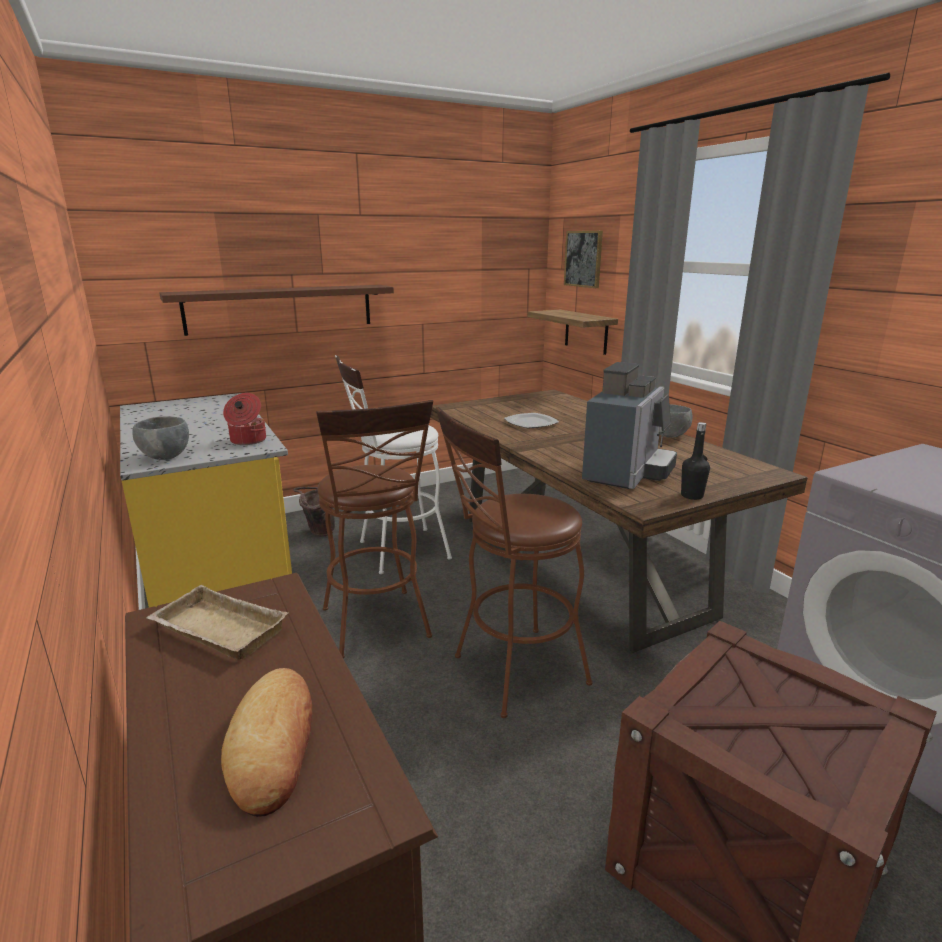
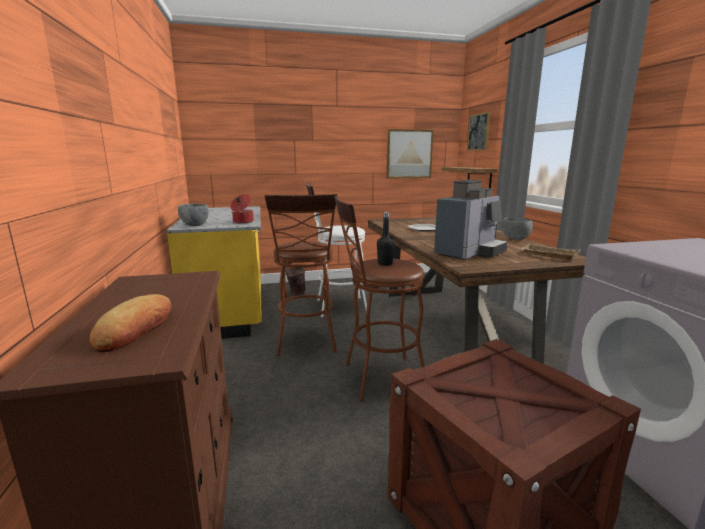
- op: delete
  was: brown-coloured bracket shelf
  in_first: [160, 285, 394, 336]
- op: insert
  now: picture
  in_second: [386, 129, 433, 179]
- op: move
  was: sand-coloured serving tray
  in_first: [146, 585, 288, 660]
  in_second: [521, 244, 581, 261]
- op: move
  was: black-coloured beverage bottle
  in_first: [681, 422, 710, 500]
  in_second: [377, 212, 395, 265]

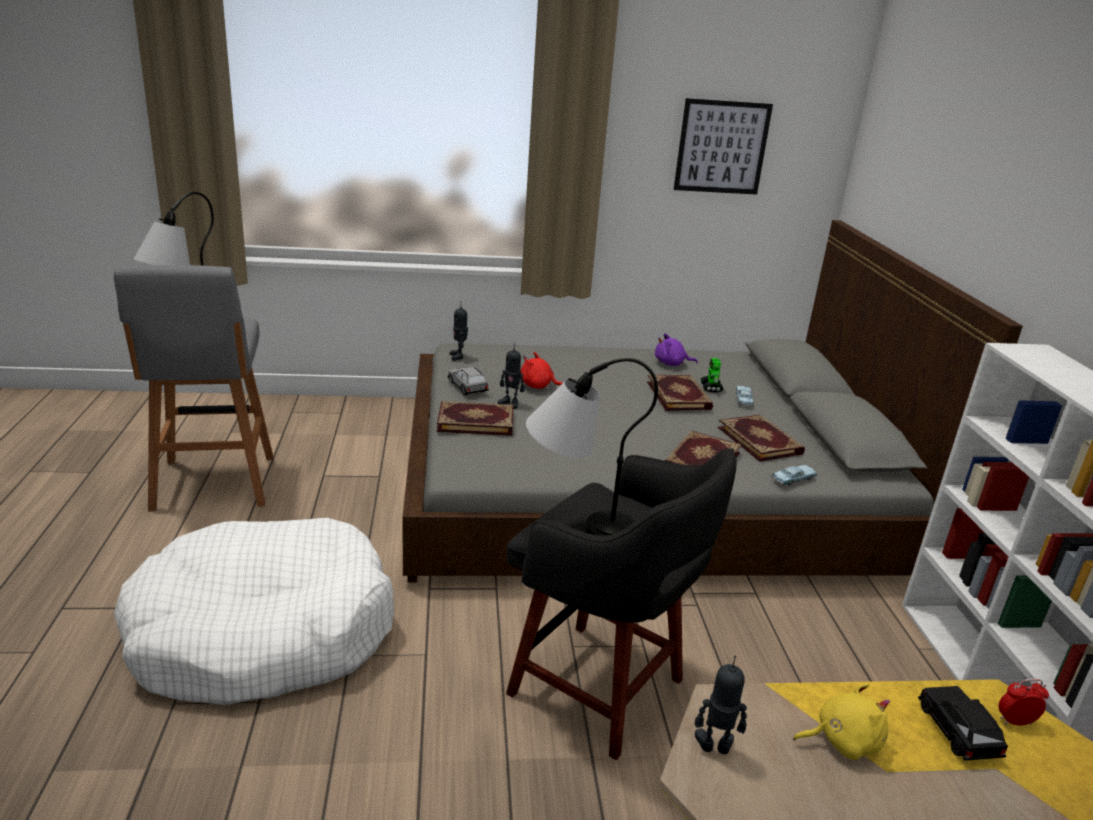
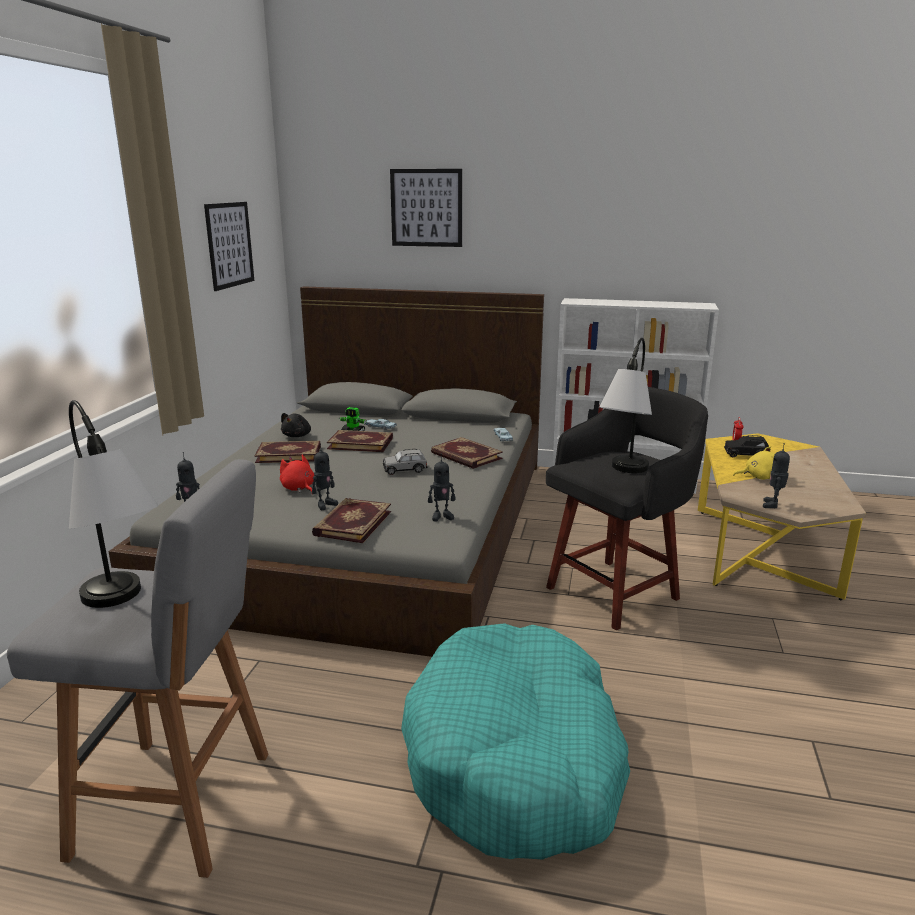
- op: insert
  now: picture
  in_second: [390, 169, 462, 247]
- op: insert
  now: toy robot
  in_second: [428, 454, 456, 522]
- op: move
  was: grey toy car
  in_first: [448, 367, 489, 395]
  in_second: [383, 449, 427, 475]
- op: move
  was: bound book
  in_first: [718, 415, 805, 462]
  in_second: [254, 441, 321, 463]
- op: recolor
  was: white-coloured dog bed
  now: turquoise-coloured dog bed
  in_first: [114, 518, 394, 706]
  in_second: [401, 623, 630, 860]
- op: recolor
  was: purple plush toy
  now: black-coloured plush toy
  in_first: [655, 333, 698, 366]
  in_second: [281, 413, 311, 437]
- op: rotate
  was: red-coloured plush toy
  in_first: [520, 352, 562, 390]
  in_second: [280, 455, 314, 495]
  clockwise: 105
- op: rotate
  was: yellow plush toy
  in_first: [793, 683, 890, 760]
  in_second: [733, 446, 775, 480]
  clockwise: 75

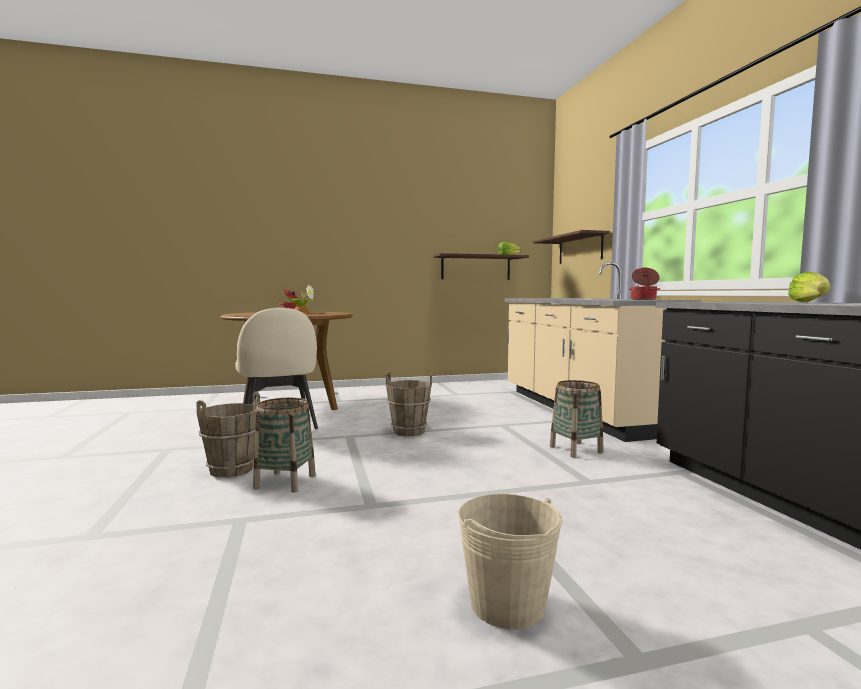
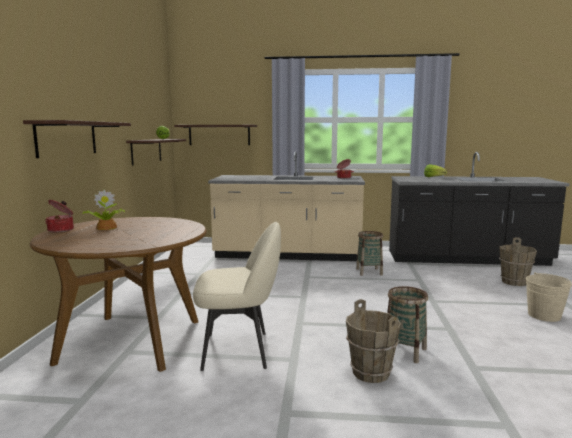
- op: insert
  now: bracket shelf
  in_second: [23, 120, 131, 158]
- op: move
  was: brown-coloured bucket
  in_first: [386, 372, 432, 436]
  in_second: [499, 237, 537, 286]

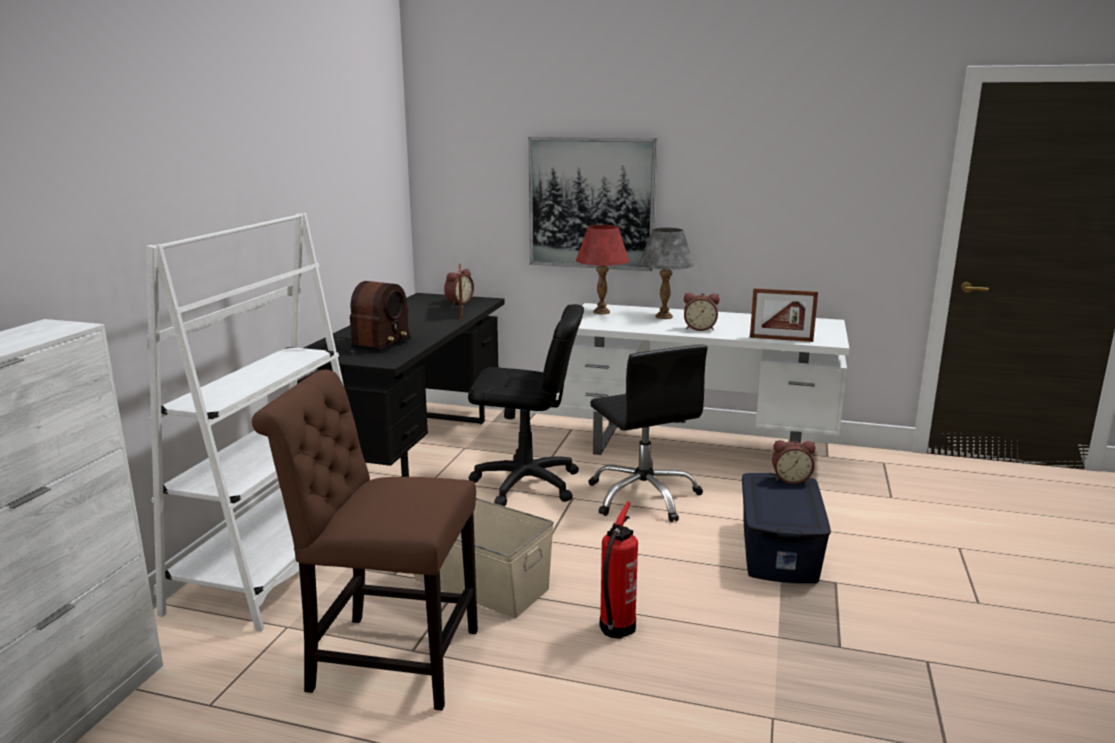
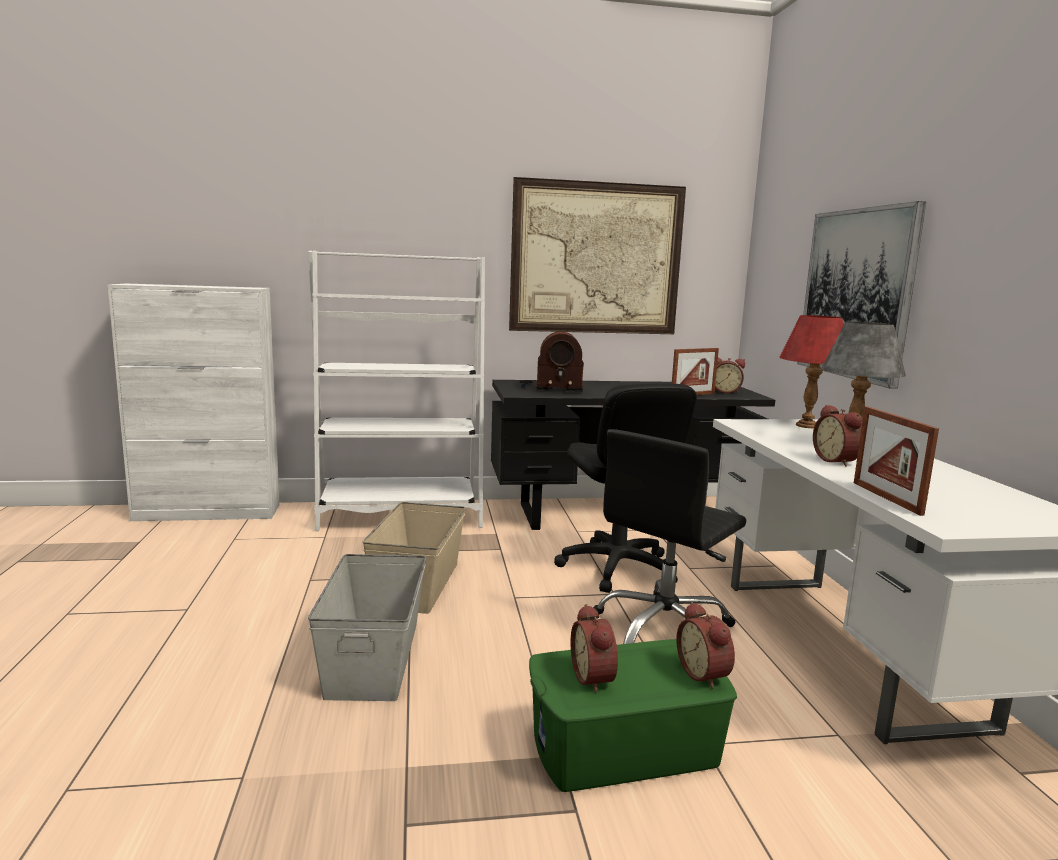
- op: delete
  was: brown-coloured upright chair
  in_first: [252, 370, 478, 711]
- op: insert
  now: picture
  in_second: [509, 177, 686, 334]
- op: insert
  now: table clock
  in_second: [570, 604, 618, 693]
- op: replace
  was: extinguisher
  now: grey storage bin
  in_first: [600, 501, 638, 639]
  in_second: [308, 554, 426, 701]
- op: recolor
  was: bluish storage bin
  now: green storage bin
  in_first: [742, 473, 831, 583]
  in_second: [529, 639, 737, 792]

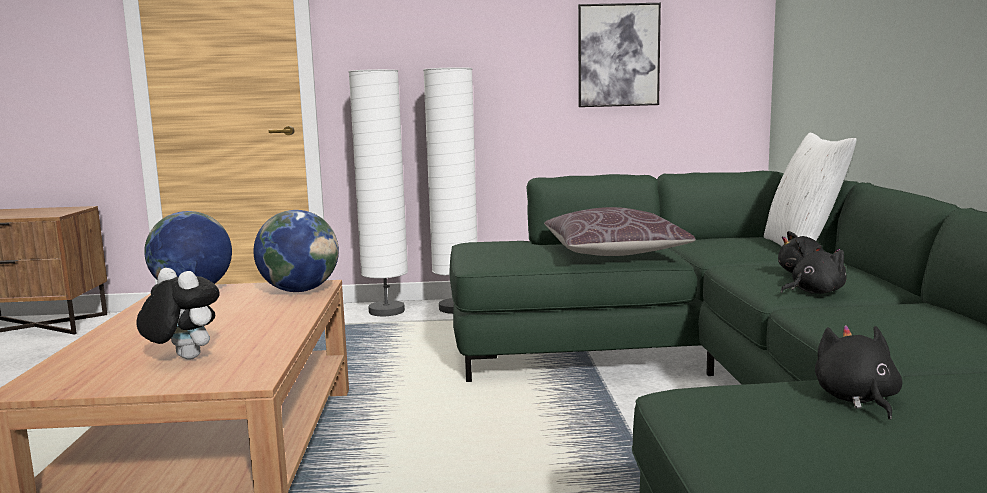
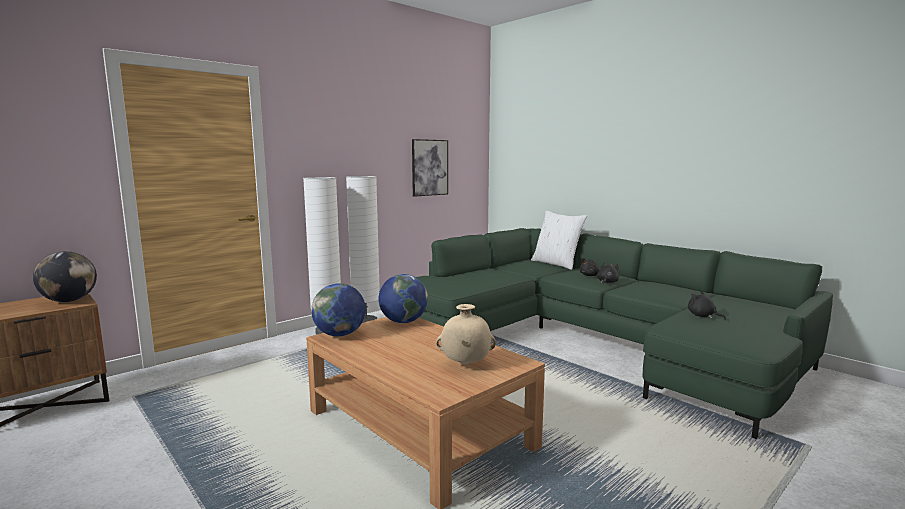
- op: delete
  was: brown-coloured cushion
  in_first: [544, 207, 696, 256]
- op: insert
  now: globe
  in_second: [33, 251, 97, 302]
- op: replace
  was: plush toy
  now: sand-coloured flower vase
  in_first: [136, 268, 220, 360]
  in_second: [436, 304, 496, 365]

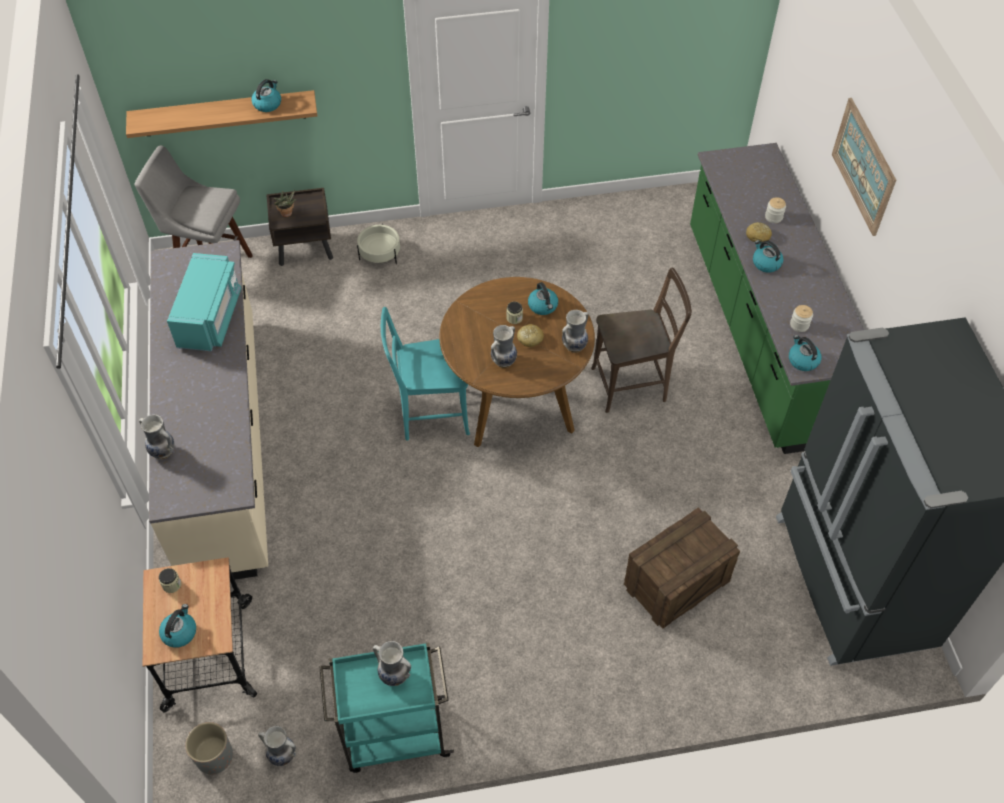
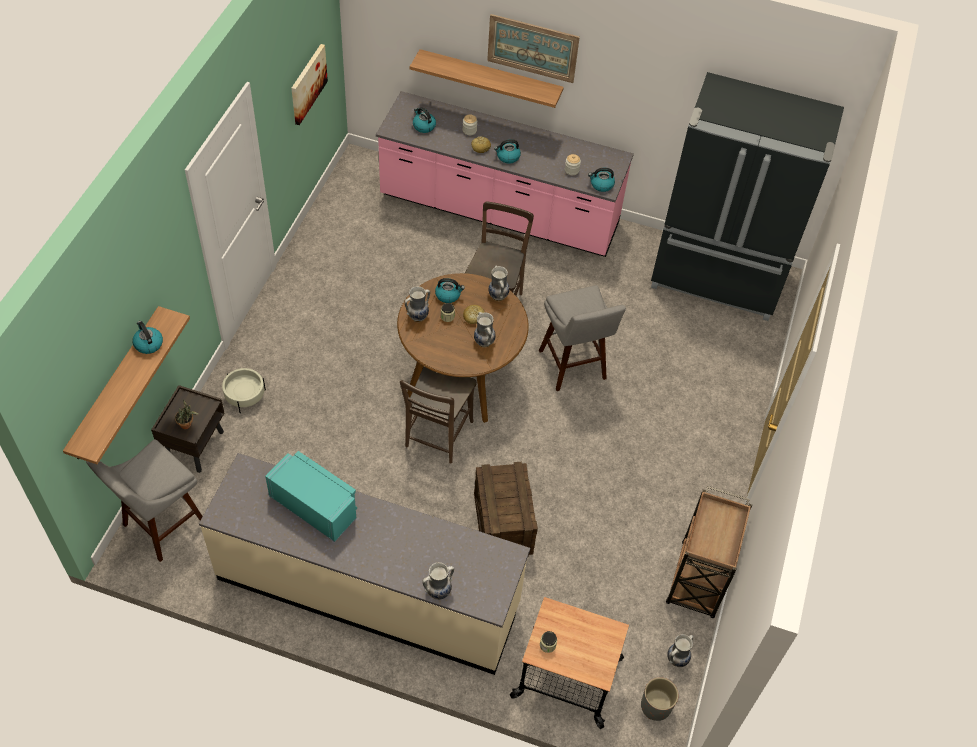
- op: insert
  now: picture
  in_second: [291, 44, 328, 125]
- op: insert
  now: bracket shelf
  in_second: [410, 49, 564, 108]
- op: insert
  now: grey sitting stool
  in_second: [539, 285, 626, 391]
- op: move
  was: water kettle
  in_first: [159, 604, 196, 648]
  in_second: [413, 107, 436, 133]
- op: move
  was: flower vase
  in_first: [373, 641, 411, 686]
  in_second: [404, 286, 430, 322]
- op: move
  was: packing crate
  in_first: [624, 507, 740, 629]
  in_second: [474, 462, 538, 556]
- op: recolor
  was: turquoise-coloured trolley
  now: brown-coloured trolley
  in_first: [319, 642, 454, 773]
  in_second: [666, 486, 752, 618]
- op: recolor
  was: turquoise-coloured upright chair
  now: brown-coloured upright chair
  in_first: [381, 307, 470, 441]
  in_second: [400, 367, 477, 464]
- op: recolor
  was: green counter
  now: pink-coloured counter
  in_first: [690, 143, 864, 454]
  in_second: [376, 91, 634, 257]

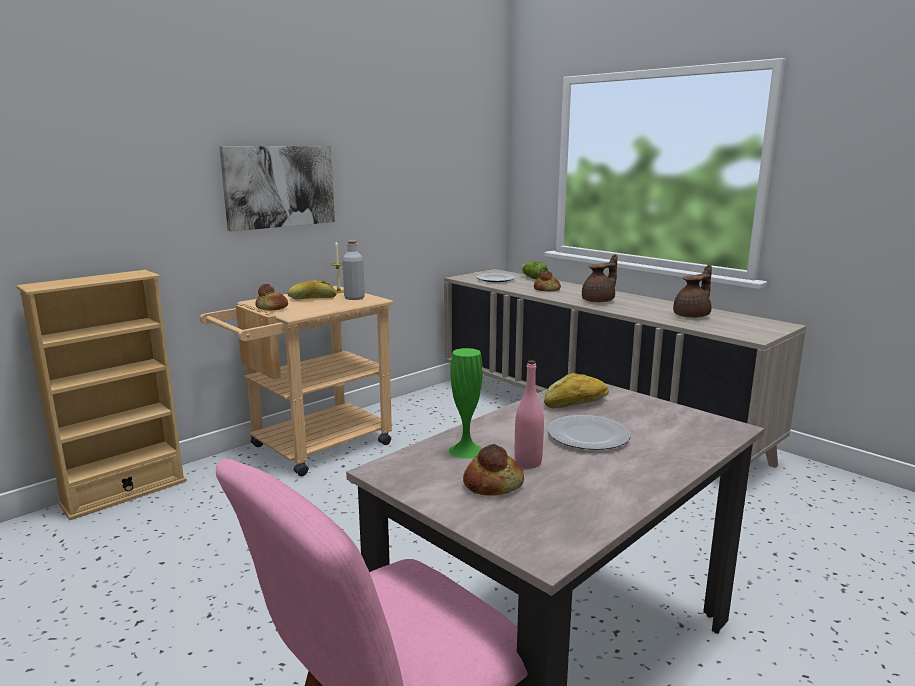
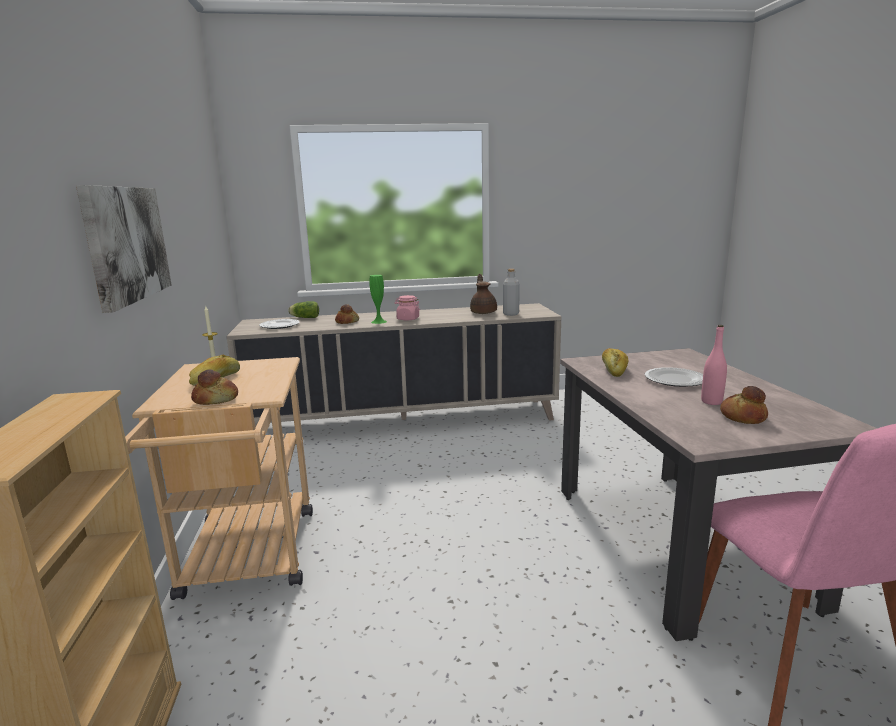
- op: move
  was: grey beverage bottle
  in_first: [342, 240, 365, 300]
  in_second: [503, 269, 520, 316]
- op: move
  was: green flower vase
  in_first: [449, 348, 483, 459]
  in_second: [369, 275, 387, 324]
- op: replace
  was: brown-coloured teapot
  now: pink-coloured preserve jar
  in_first: [582, 254, 617, 302]
  in_second: [395, 295, 420, 321]

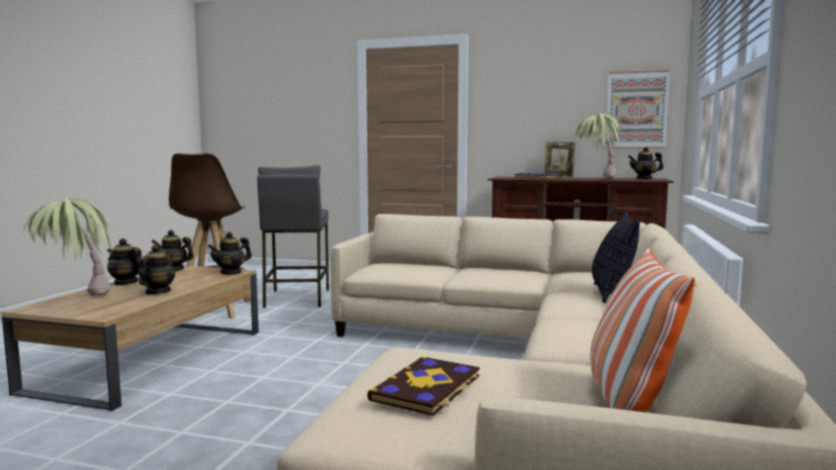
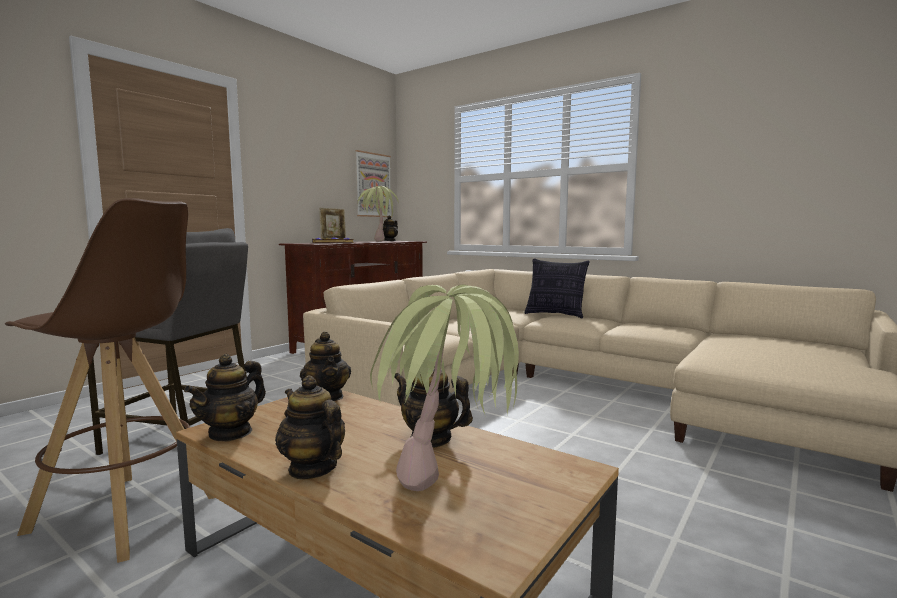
- op: delete
  was: bound book
  in_first: [367, 356, 480, 416]
- op: delete
  was: cushion
  in_first: [590, 247, 695, 412]
- op: rotate
  was: teapot
  in_first: [107, 238, 142, 285]
  in_second: [275, 375, 345, 480]
  clockwise: 90

